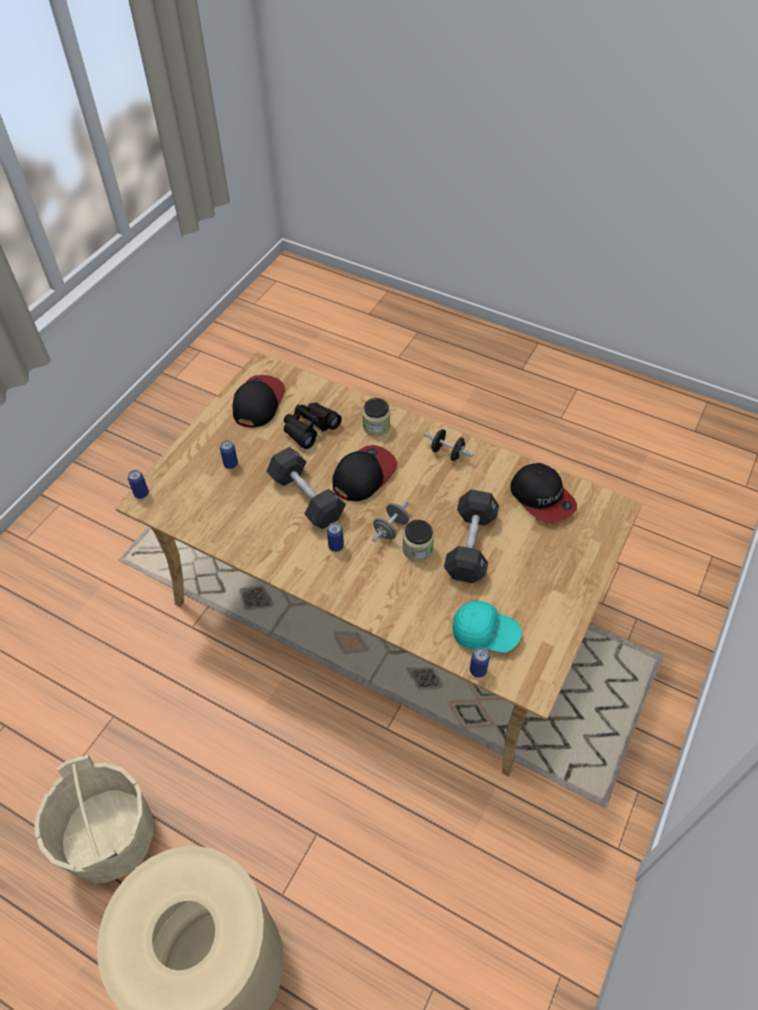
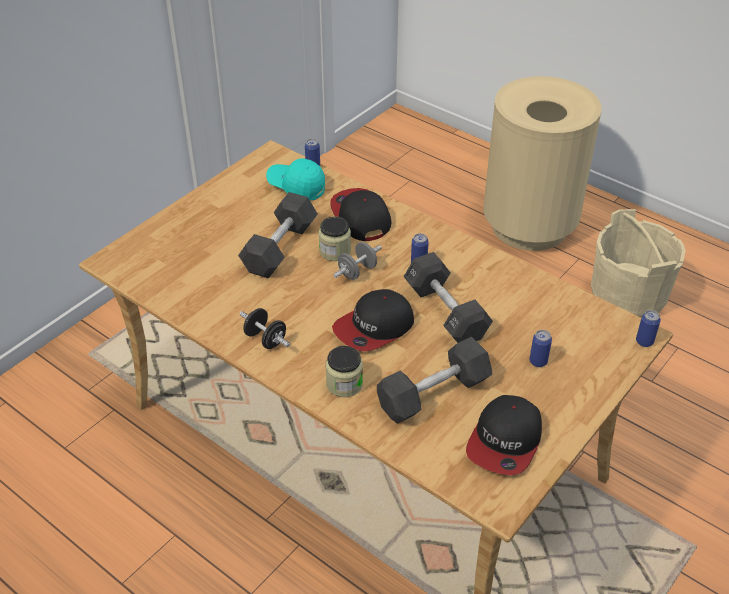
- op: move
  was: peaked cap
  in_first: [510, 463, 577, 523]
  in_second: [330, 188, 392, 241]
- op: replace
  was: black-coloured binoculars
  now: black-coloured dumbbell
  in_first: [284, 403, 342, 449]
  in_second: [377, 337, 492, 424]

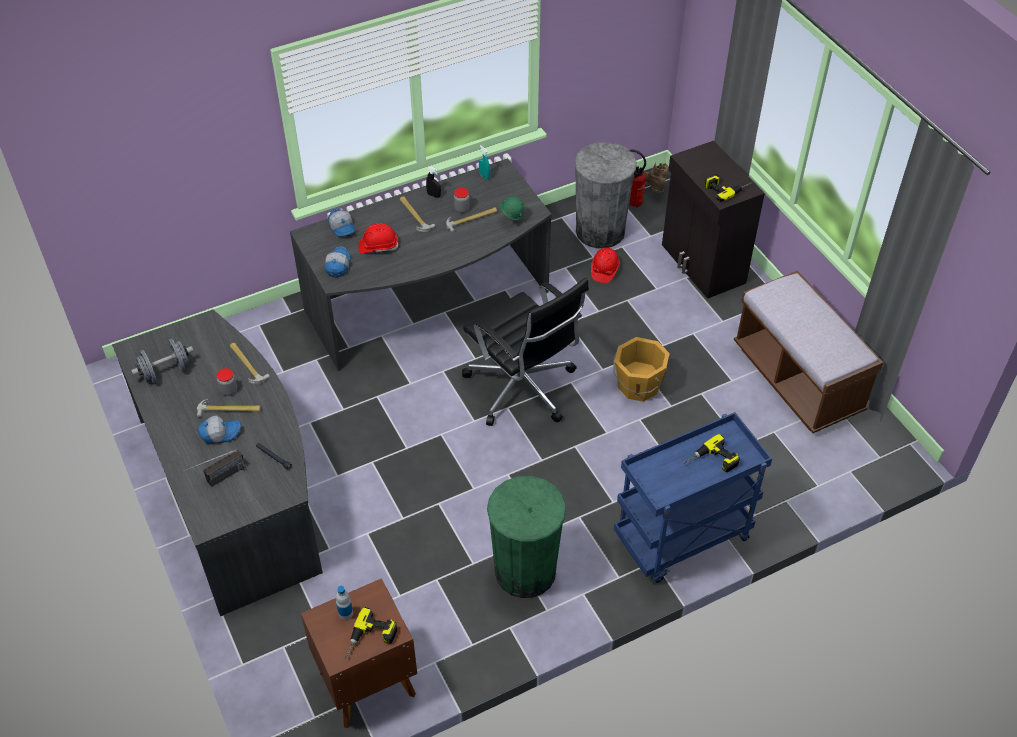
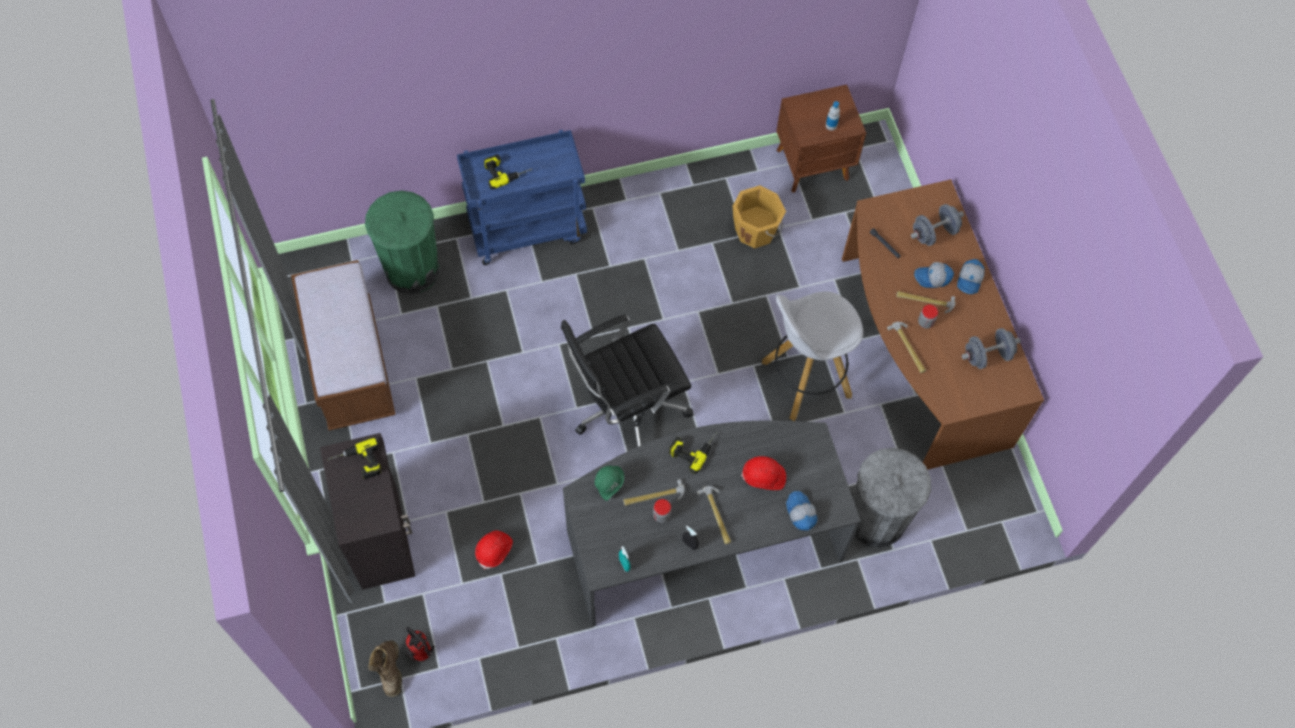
- op: insert
  now: white-coloured sitting stool
  in_second: [762, 291, 863, 421]
- op: move
  was: peaked cap
  in_first: [325, 246, 351, 278]
  in_second: [957, 259, 985, 294]
- op: move
  was: electric drill
  in_first: [345, 607, 397, 659]
  in_second: [669, 431, 718, 474]
- op: move
  was: green rubbish bin
  in_first: [487, 476, 566, 598]
  in_second: [365, 191, 439, 294]
- op: move
  was: grey rubbish bin
  in_first: [574, 142, 637, 248]
  in_second: [853, 448, 931, 548]
- op: move
  was: orange bucket
  in_first: [614, 337, 670, 402]
  in_second: [733, 185, 786, 248]
- op: replace
  was: radio set
  now: grey dumbbell
  in_first: [181, 449, 246, 487]
  in_second: [911, 204, 964, 246]
- op: recolor
  was: grey desk table
  now: brown-coloured desk table
  in_first: [112, 310, 323, 616]
  in_second: [842, 179, 1044, 470]
- op: rotate
  was: black-coloured desk chair
  in_first: [462, 278, 589, 426]
  in_second: [561, 314, 694, 446]
  clockwise: -90

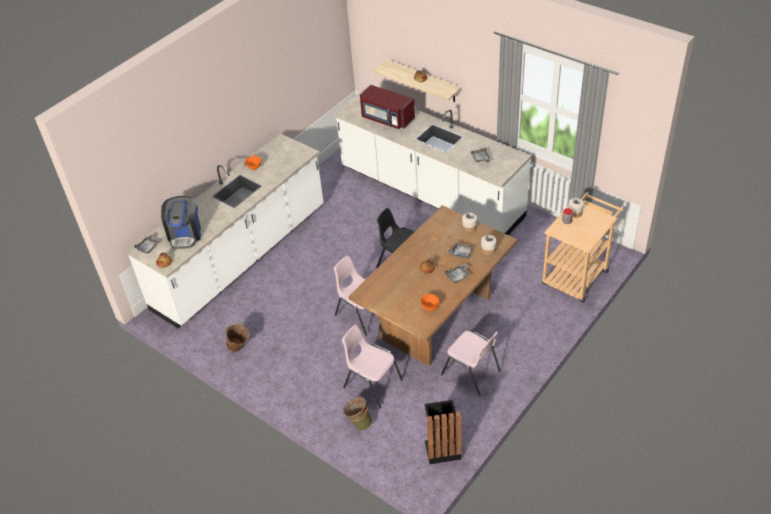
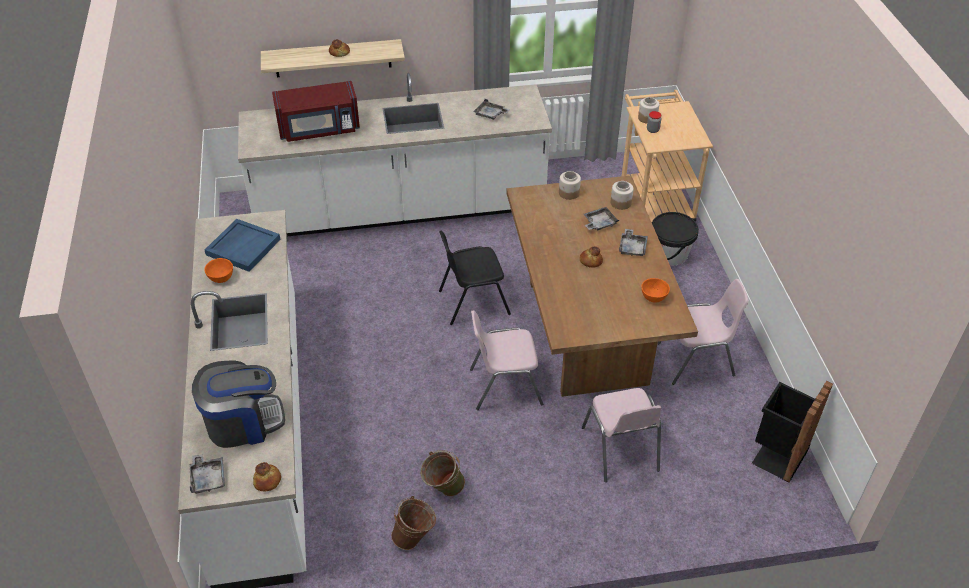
- op: insert
  now: bluish serving tray
  in_second: [205, 219, 281, 272]
- op: insert
  now: black-coloured bucket
  in_second: [652, 212, 699, 266]
- op: move
  was: green bucket
  in_first: [343, 396, 373, 430]
  in_second: [421, 450, 465, 497]
- op: rotate
  was: coffee maker
  in_first: [161, 196, 201, 249]
  in_second: [192, 360, 285, 448]
  clockwise: -60
- op: rotate
  was: pink-coloured upright chair
  in_first: [342, 324, 403, 408]
  in_second: [582, 388, 662, 482]
  clockwise: -90

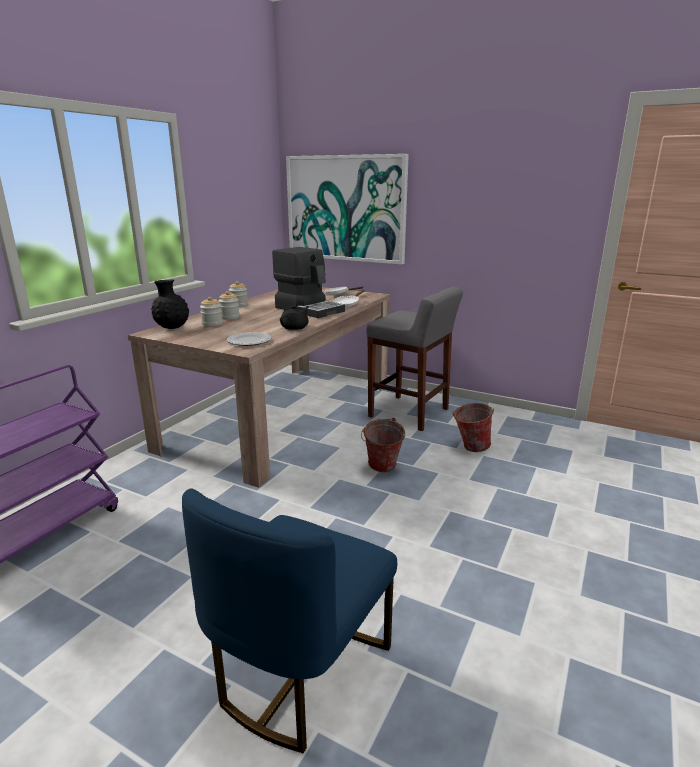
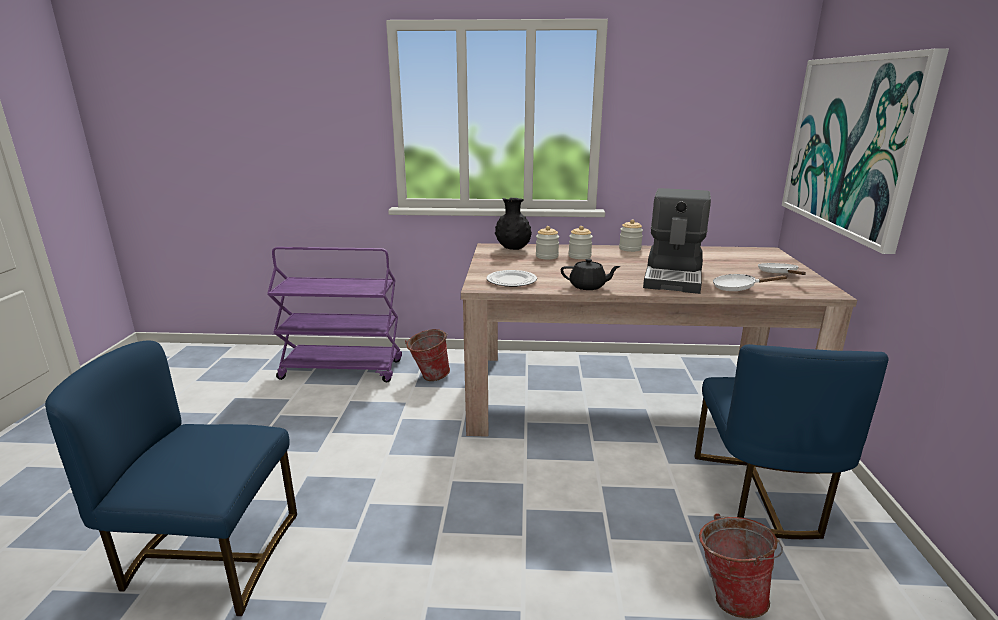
- op: move
  was: bucket
  in_first: [361, 418, 405, 472]
  in_second: [405, 329, 450, 381]
- op: replace
  was: grey sitting stool
  now: bluish upright chair
  in_first: [367, 287, 463, 431]
  in_second: [694, 344, 889, 539]

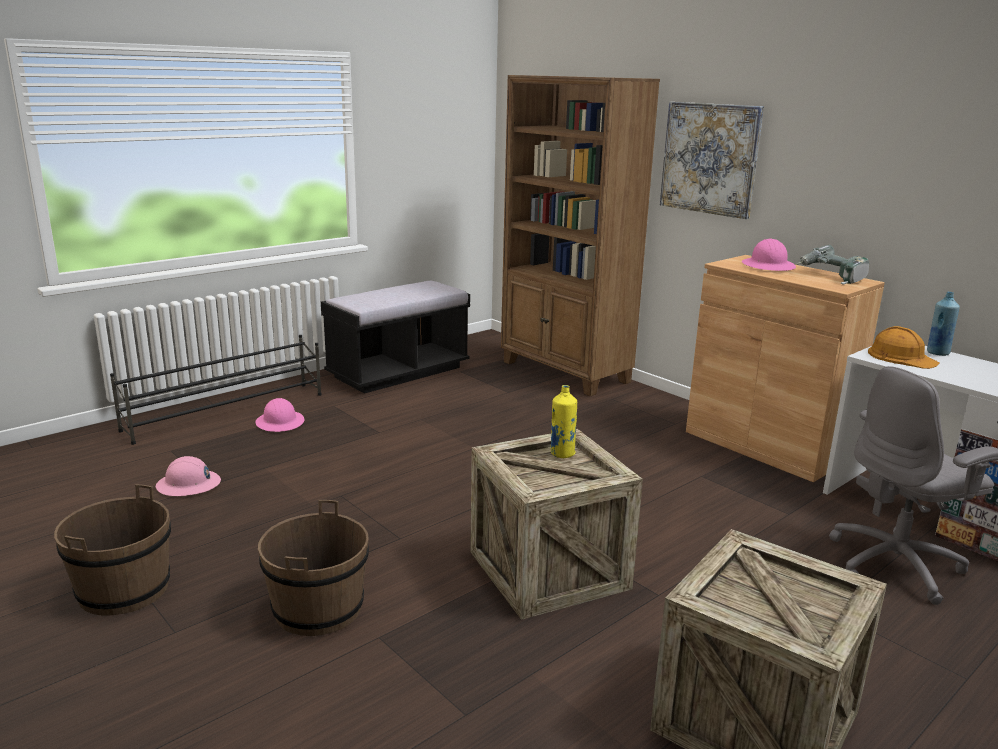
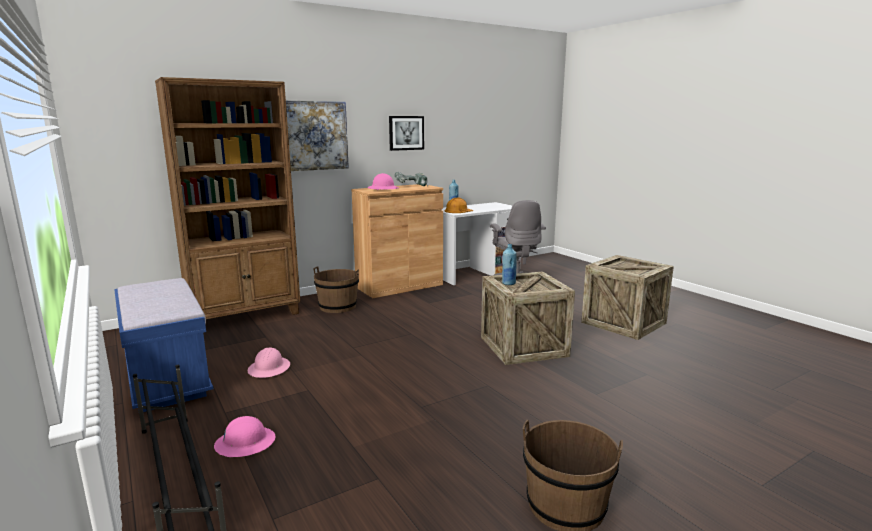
- op: insert
  now: picture
  in_second: [389, 116, 424, 151]
- op: move
  was: pink-coloured hard hat
  in_first: [156, 456, 221, 496]
  in_second: [248, 347, 290, 378]
- op: move
  was: brown-coloured bucket
  in_first: [258, 500, 369, 636]
  in_second: [314, 266, 359, 313]
- op: recolor
  was: black-coloured bench
  now: bluish bench
  in_first: [321, 281, 470, 394]
  in_second: [114, 278, 213, 412]
- op: recolor
  was: yellow beverage bottle
  now: bluish beverage bottle
  in_first: [551, 385, 577, 458]
  in_second: [502, 244, 517, 285]

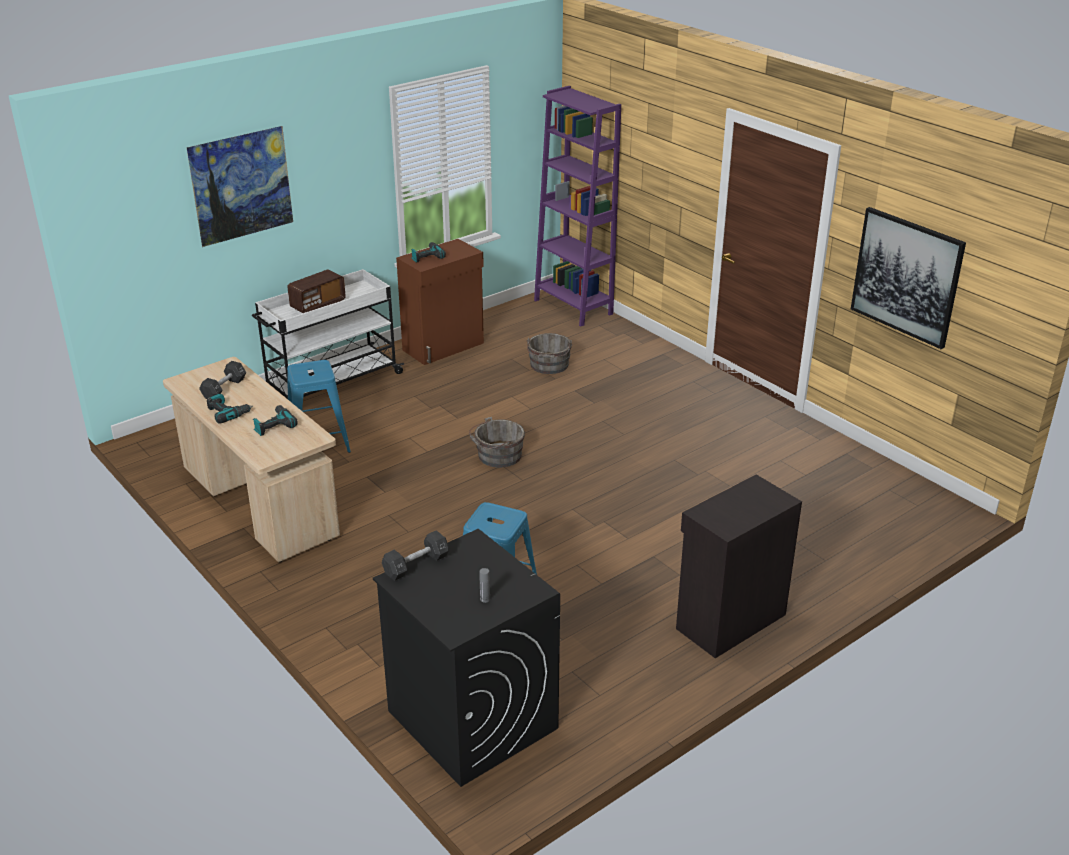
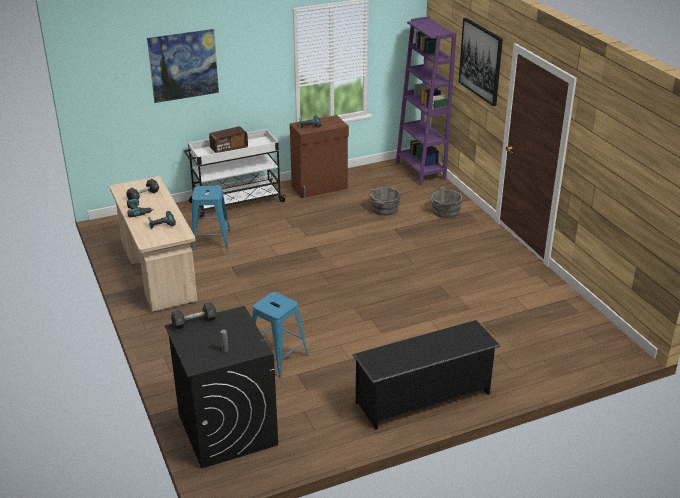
- op: move
  was: grey bucket
  in_first: [469, 417, 525, 467]
  in_second: [428, 187, 463, 218]
- op: move
  was: picture
  in_first: [851, 207, 966, 349]
  in_second: [459, 18, 503, 106]
- op: replace
  was: black-coloured cupboard
  now: black-coloured shoe shelf
  in_first: [676, 474, 802, 658]
  in_second: [352, 320, 500, 430]

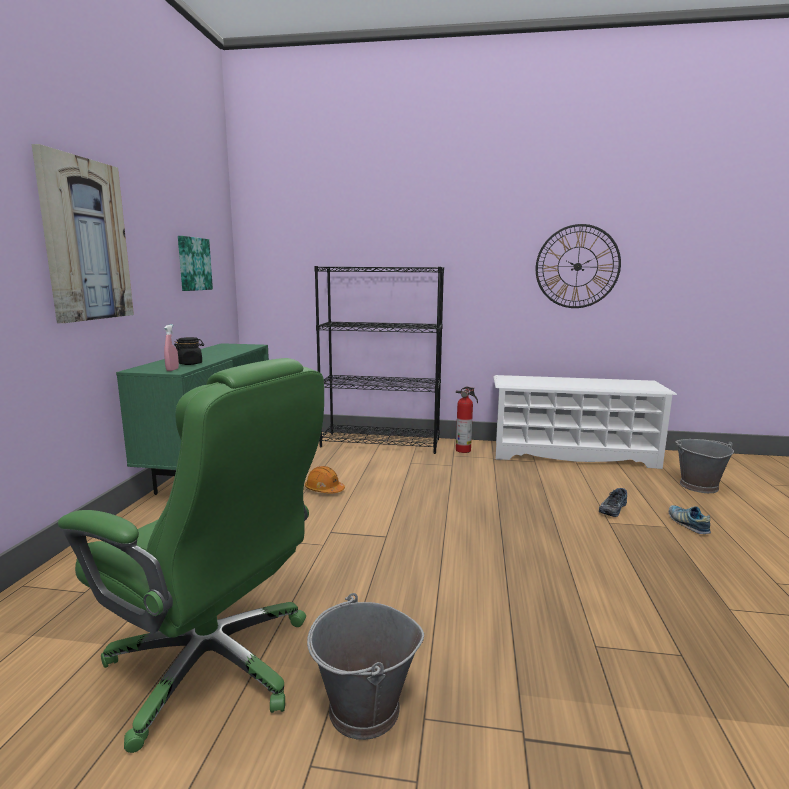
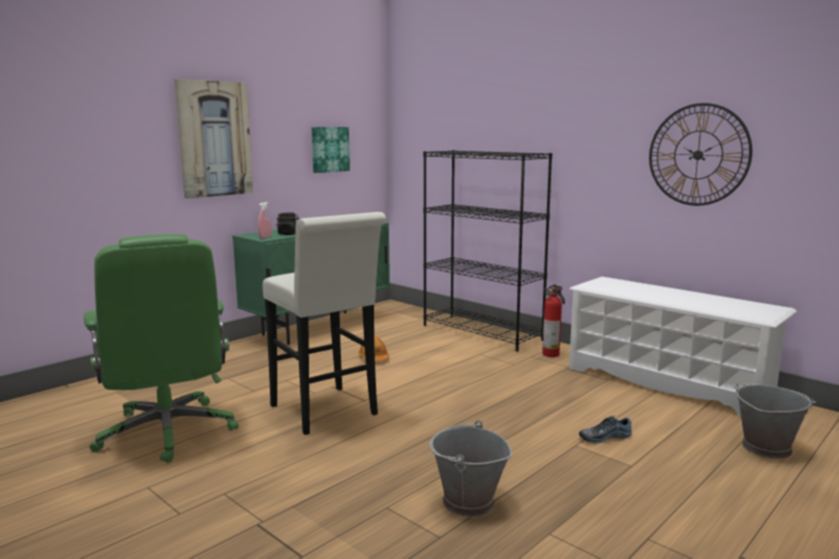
- op: delete
  was: shoe
  in_first: [669, 505, 711, 534]
- op: insert
  now: white-coloured sitting stool
  in_second: [263, 212, 386, 435]
- op: move
  was: grey bucket
  in_first: [307, 593, 424, 740]
  in_second: [429, 420, 512, 517]

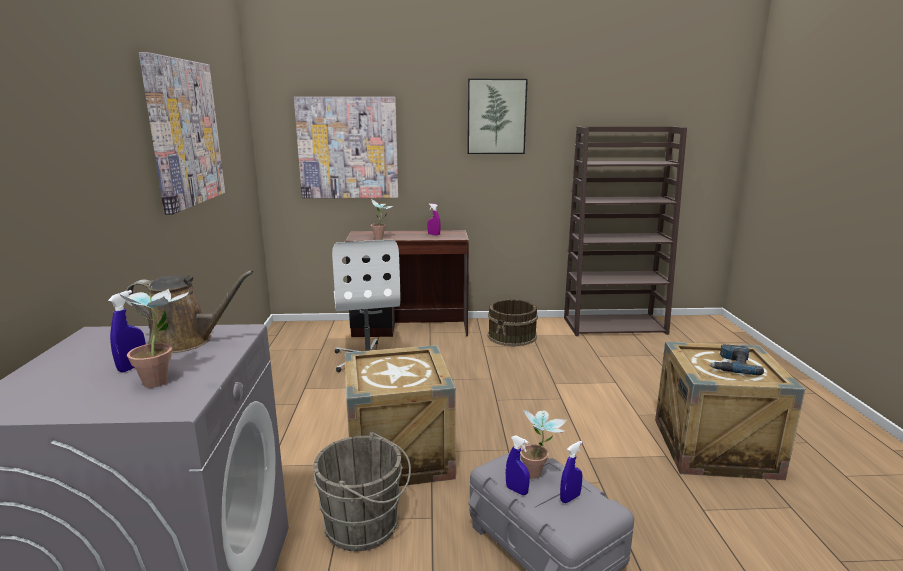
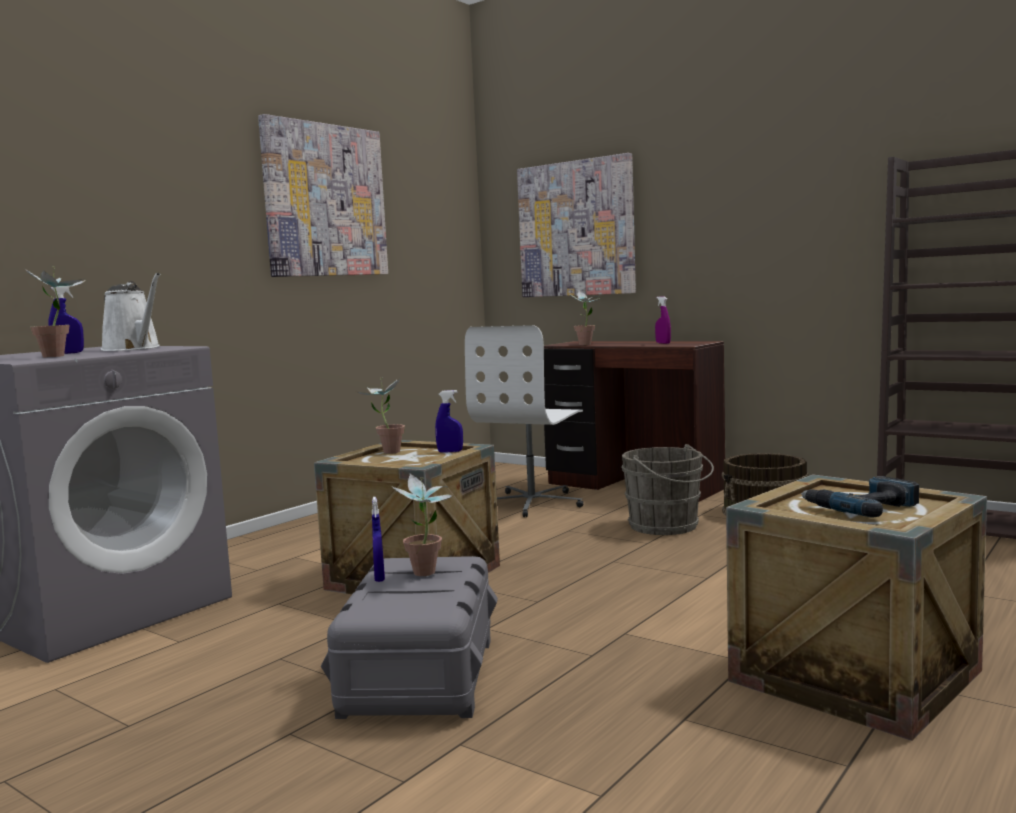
- op: delete
  was: picture
  in_first: [467, 79, 528, 154]
- op: insert
  now: houseplant
  in_second: [358, 378, 405, 454]
- op: move
  was: grey bucket
  in_first: [314, 432, 411, 551]
  in_second: [621, 444, 714, 535]
- op: move
  was: bluish hand sprayer
  in_first: [560, 441, 582, 503]
  in_second: [435, 390, 463, 453]
- op: recolor
  was: brown-coloured watering pot
  now: white-coloured watering pot
  in_first: [126, 271, 254, 353]
  in_second: [101, 273, 160, 351]

